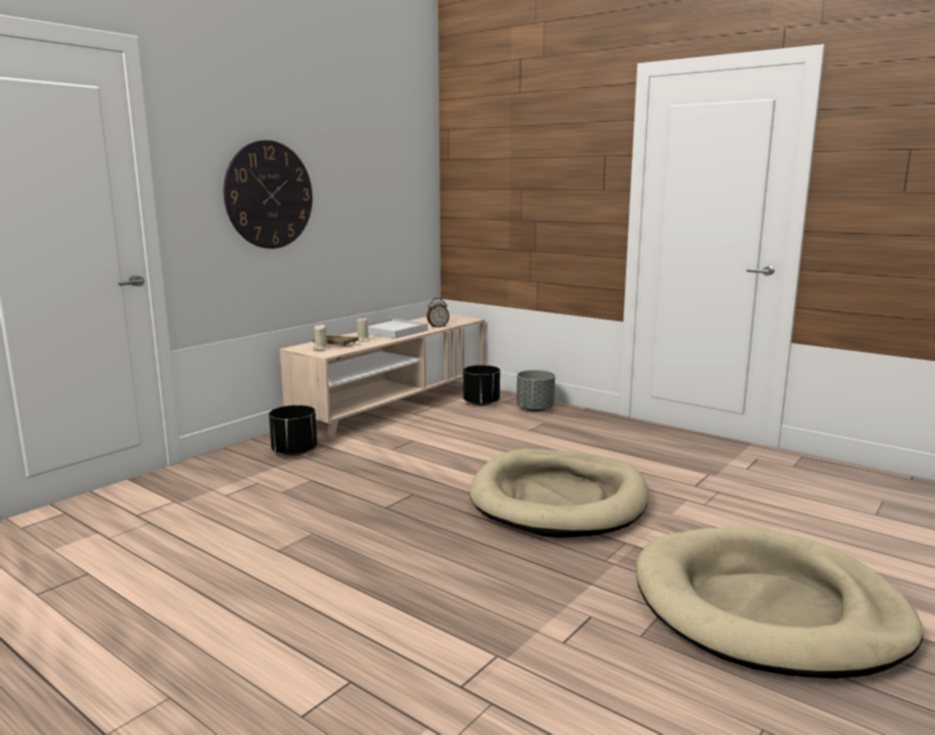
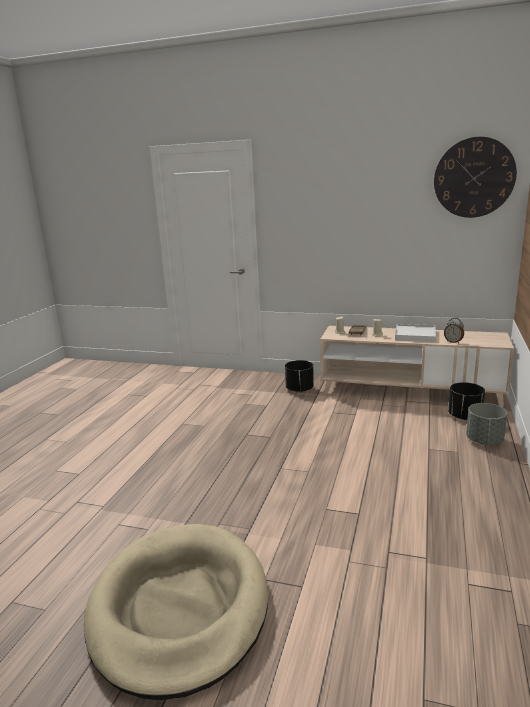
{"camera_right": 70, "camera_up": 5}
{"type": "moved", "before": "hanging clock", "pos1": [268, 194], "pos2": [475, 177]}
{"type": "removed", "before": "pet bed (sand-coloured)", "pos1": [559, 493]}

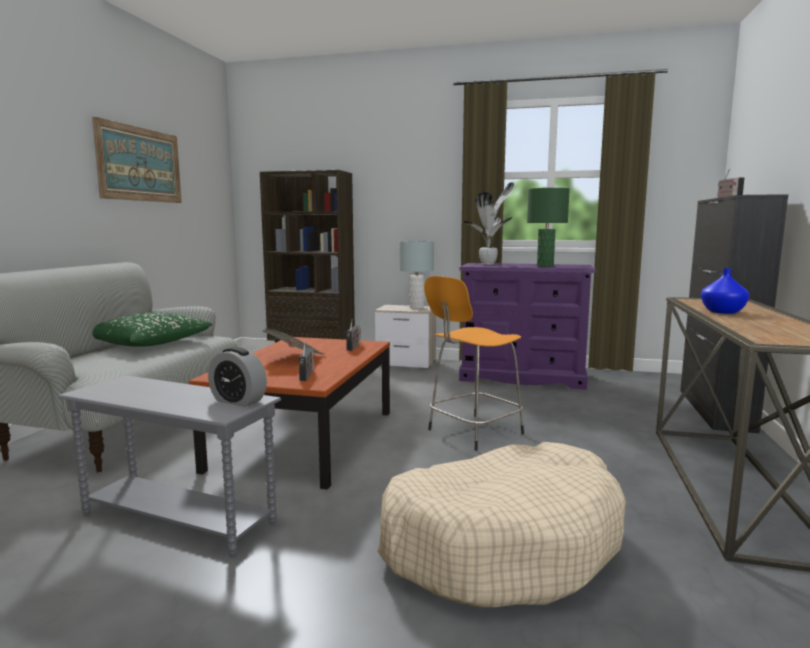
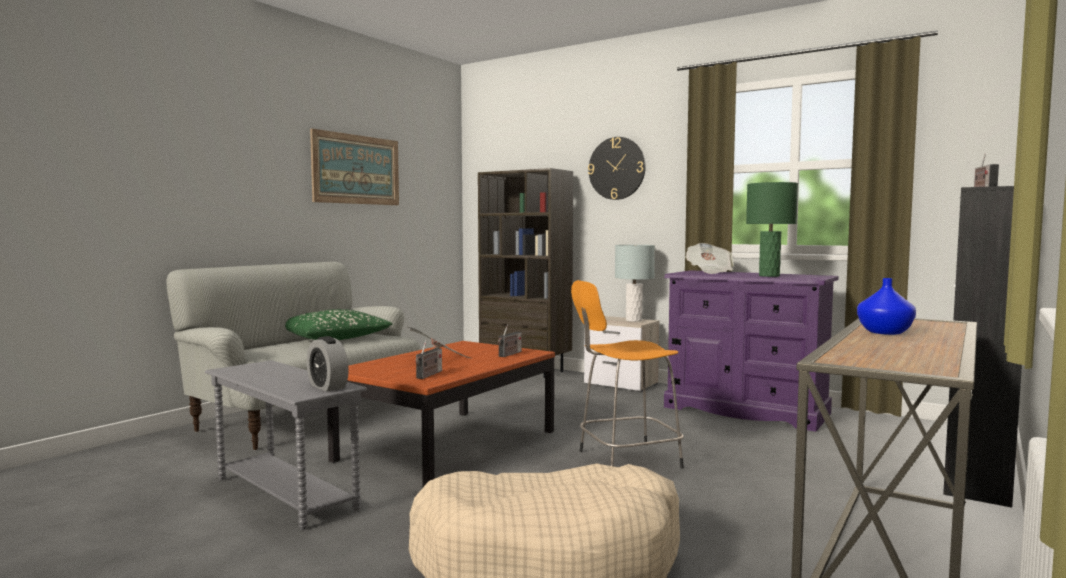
{"camera_right": 20, "camera_up": -5}
{"type": "replaced", "before": "houseplant", "after": "printed paper", "pos1": [488, 223], "pos2": [709, 258]}
{"type": "added", "after": "hanging clock", "pos2": [617, 168]}

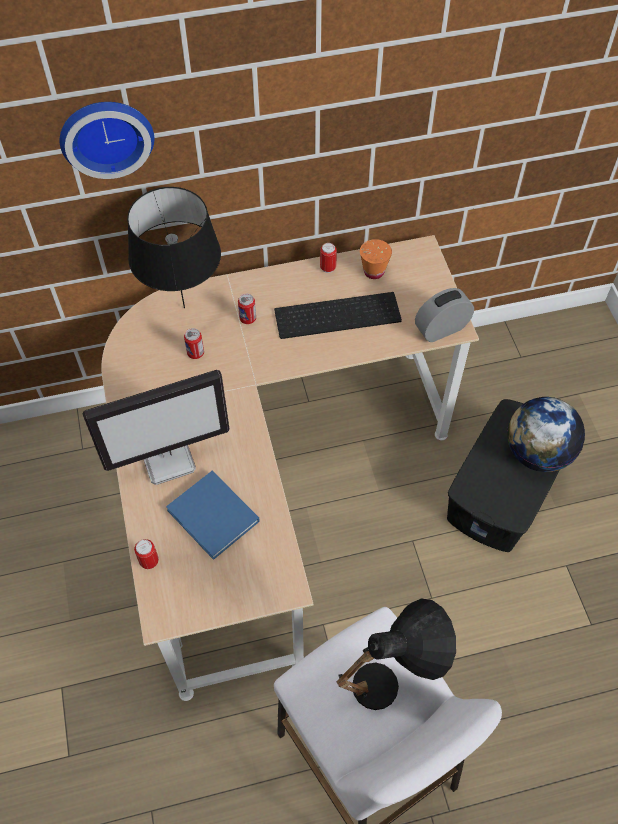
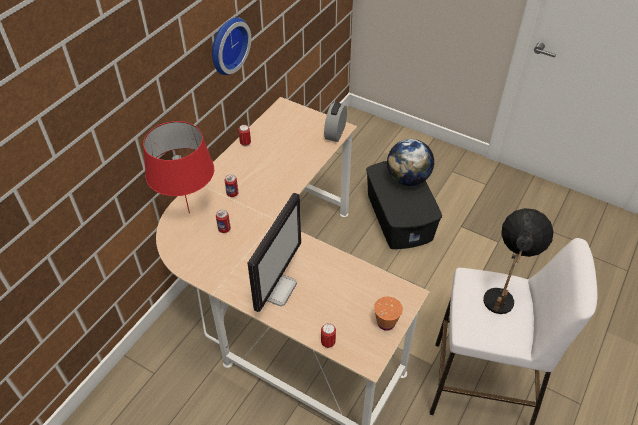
{"camera_right": -45, "camera_up": -10}
{"type": "moved", "before": "hanging clock", "pos1": [107, 140], "pos2": [231, 46]}
{"type": "recoloured", "before": "lamp for a table (black-coloured)", "after": "lamp for a table (red)", "pos1": [174, 247], "pos2": [178, 167]}
{"type": "removed", "before": "book (bluish)", "pos1": [213, 515]}
{"type": "removed", "before": "keyboard", "pos1": [338, 315]}
{"type": "moved", "before": "cup (orangey)", "pos1": [376, 259], "pos2": [388, 314]}

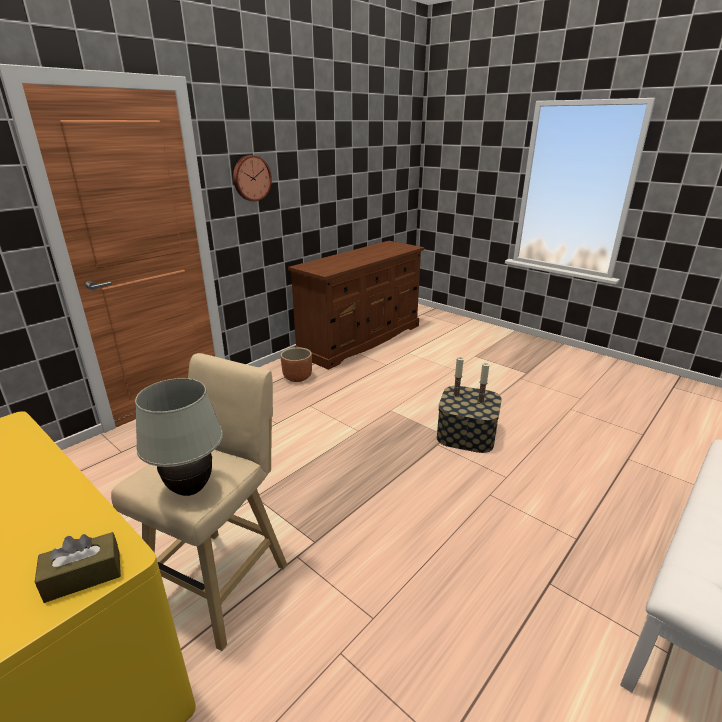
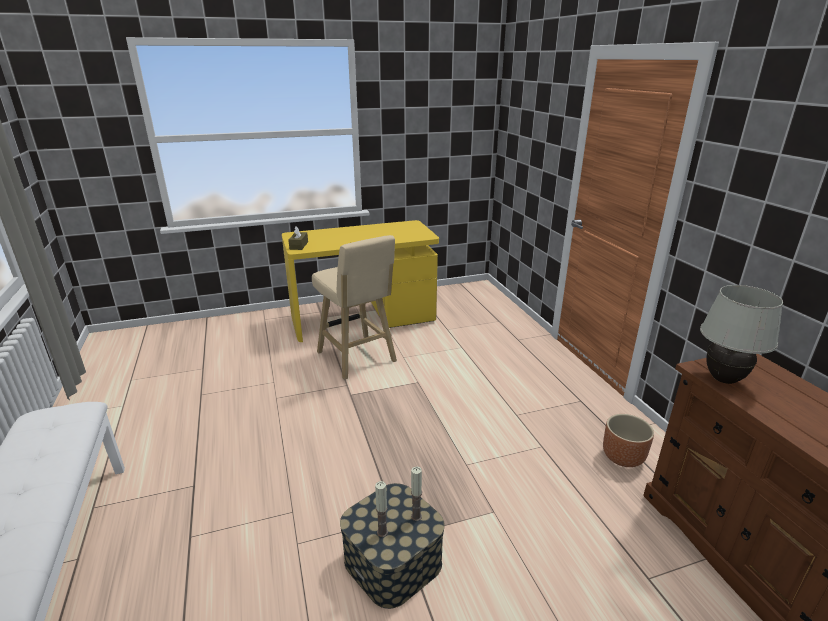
{"camera_right": 120, "camera_up": 0}
{"type": "moved", "before": "lamp for a table (whitish)", "pos1": [179, 437], "pos2": [741, 334]}
{"type": "removed", "before": "hanging clock", "pos1": [252, 178]}

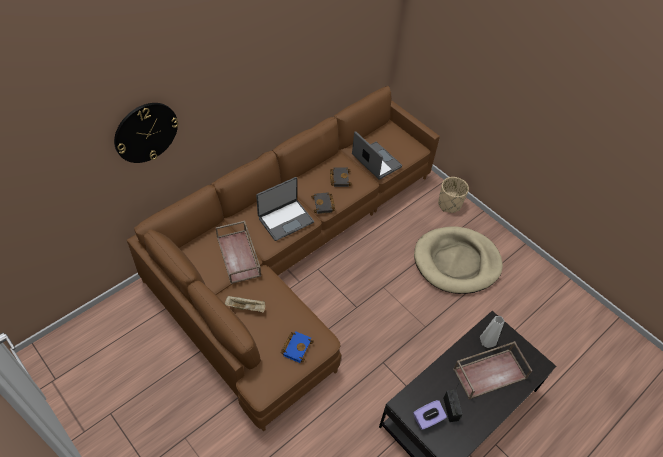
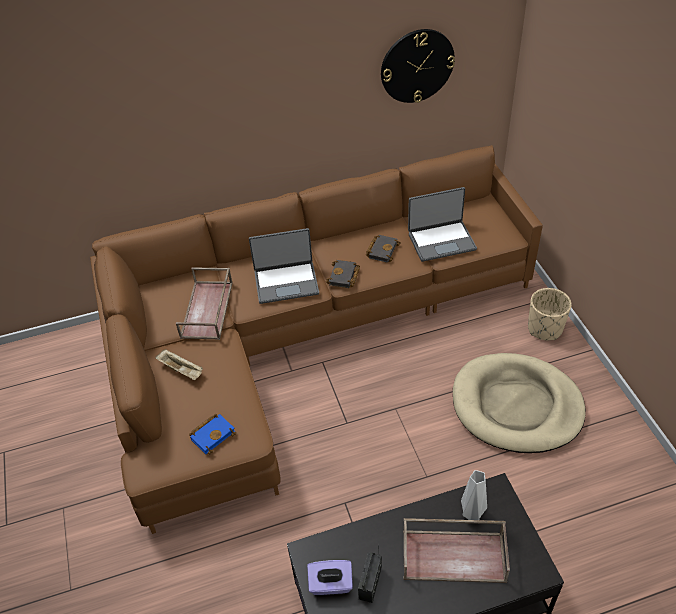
{"camera_right": 30, "camera_up": -5}
{"type": "moved", "before": "hanging clock", "pos1": [146, 133], "pos2": [418, 66]}
{"type": "turned", "before": "laptop", "pos1": [377, 155], "pos2": [442, 224], "turn": 90}

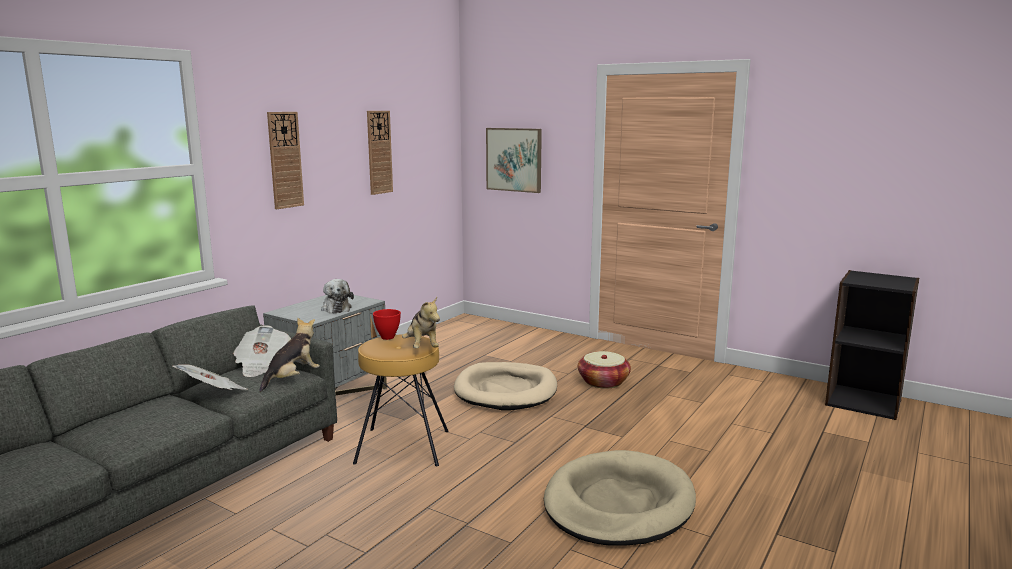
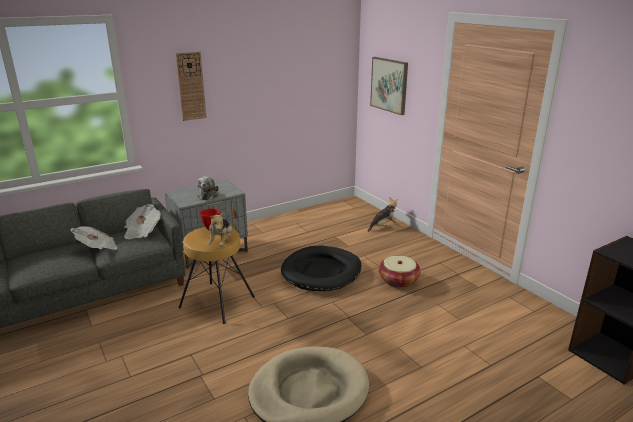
{"camera_right": 25, "camera_up": 10}
{"type": "moved", "before": "plush toy", "pos1": [289, 355], "pos2": [383, 214]}
{"type": "removed", "before": "hanging clock", "pos1": [380, 153]}
{"type": "recoloured", "before": "pet bed (sand-coloured)", "after": "pet bed (black-coloured)", "pos1": [505, 386], "pos2": [321, 268]}

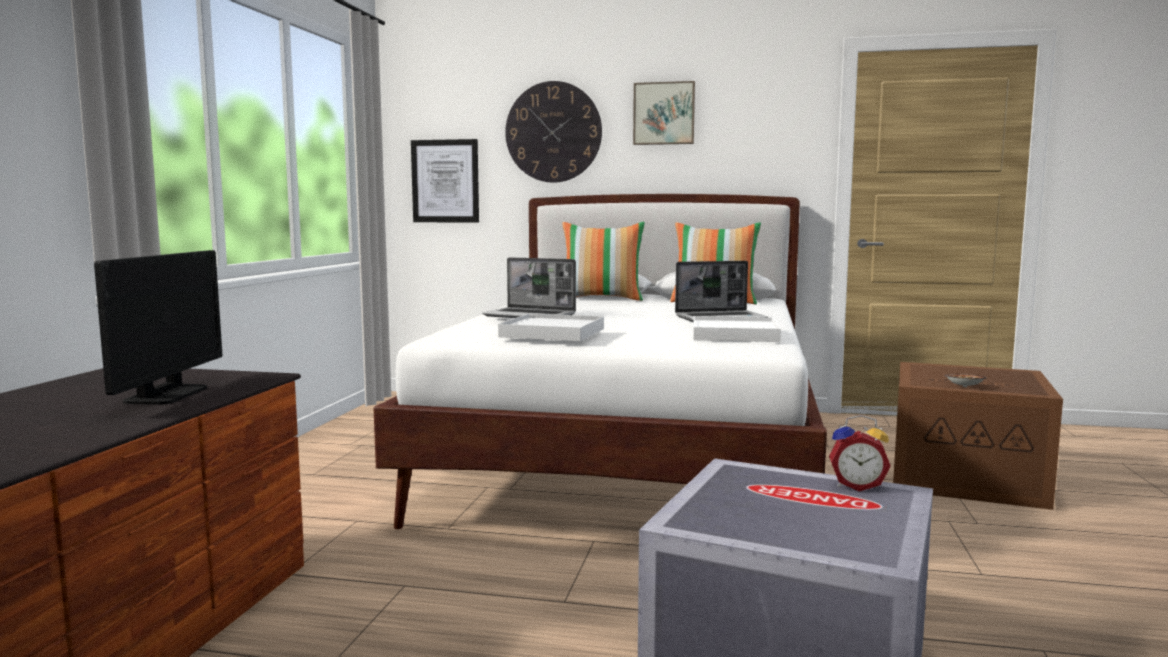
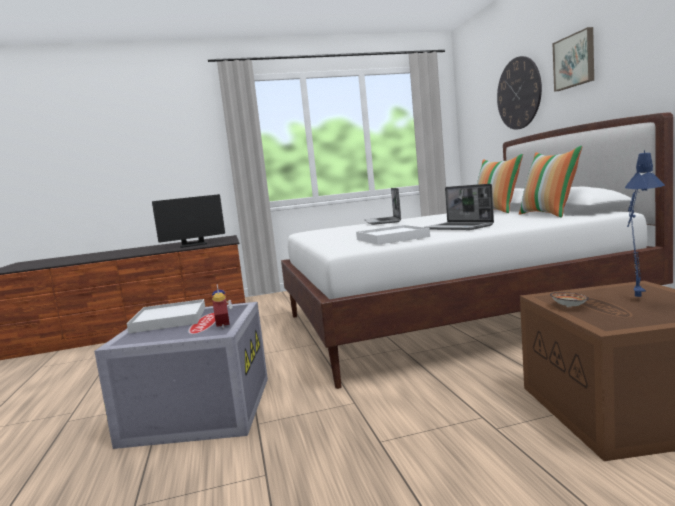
{"camera_right": 65, "camera_up": 0}
{"type": "removed", "before": "wall picture", "pos1": [445, 181]}
{"type": "moved", "before": "tray (whitish)", "pos1": [551, 327], "pos2": [166, 316]}
{"type": "added", "after": "lamp for a table (bluish)", "pos2": [645, 225]}

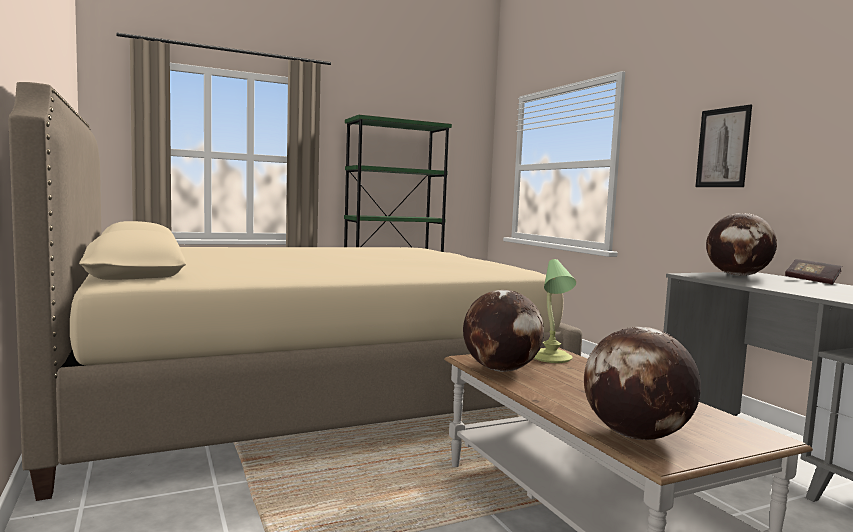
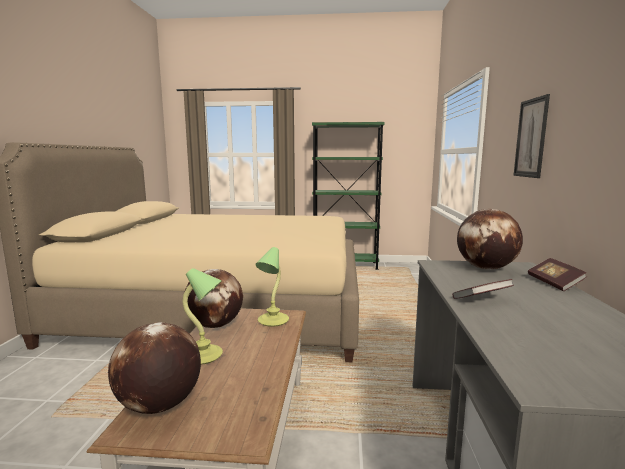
{"camera_right": 30, "camera_up": 5}
{"type": "added", "after": "lamp for a table", "pos2": [202, 316]}
{"type": "added", "after": "book", "pos2": [483, 289]}

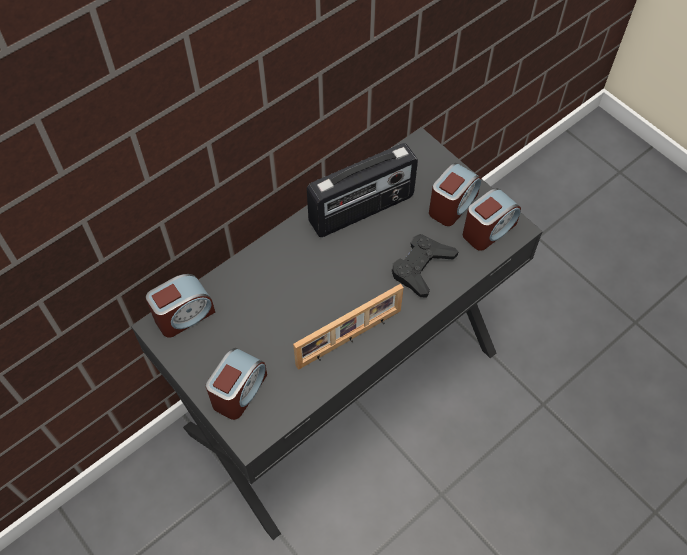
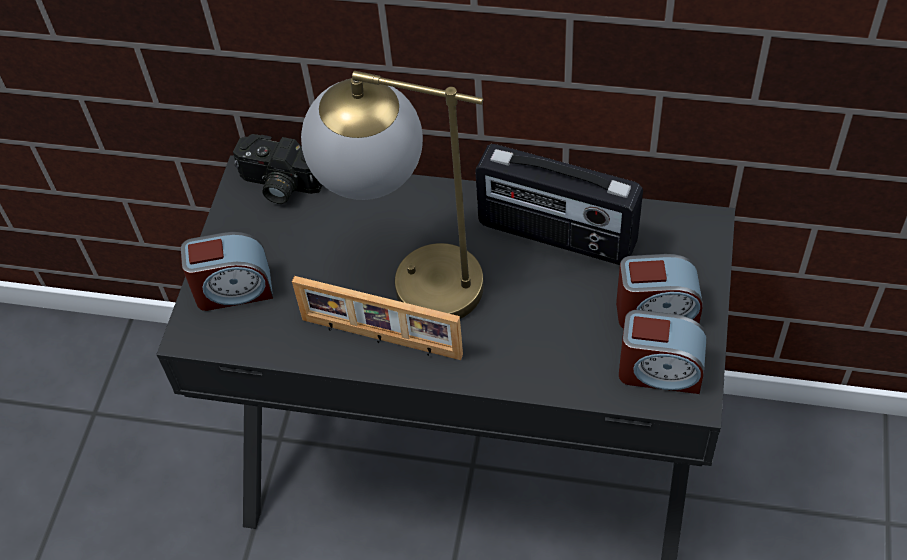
{"camera_right": 55, "camera_up": -5}
{"type": "replaced", "before": "table clock", "after": "still camera", "pos1": [180, 306], "pos2": [278, 169]}
{"type": "removed", "before": "joypad (black-coloured)", "pos1": [425, 265]}
{"type": "added", "after": "lamp for a table", "pos2": [392, 195]}

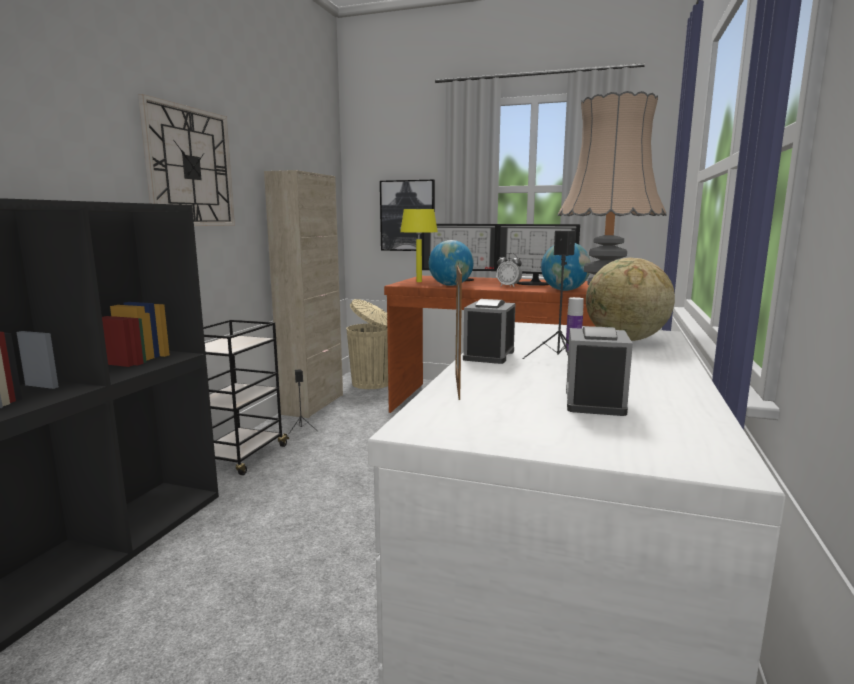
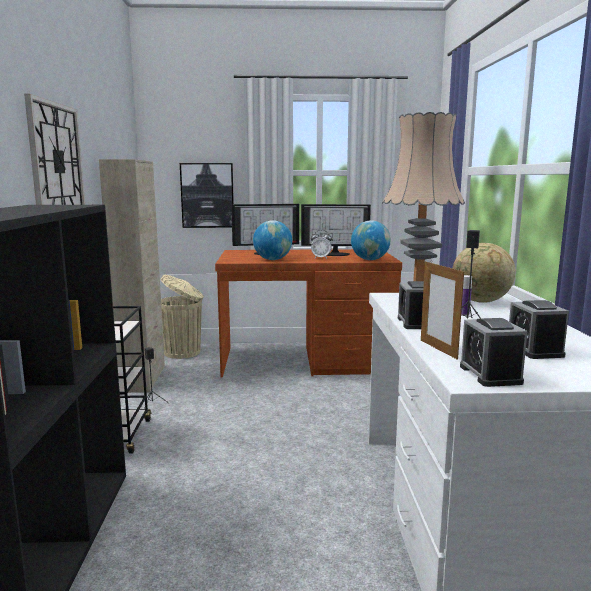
{"camera_right": -20, "camera_up": 0}
{"type": "removed", "before": "lamp for a table (yellow-coloured)", "pos1": [419, 245]}
{"type": "added", "after": "table clock", "pos2": [493, 352]}

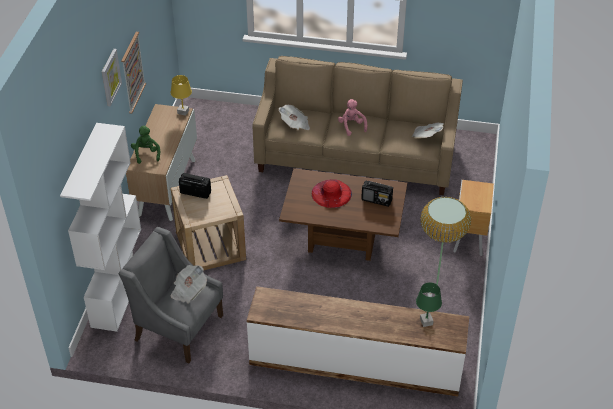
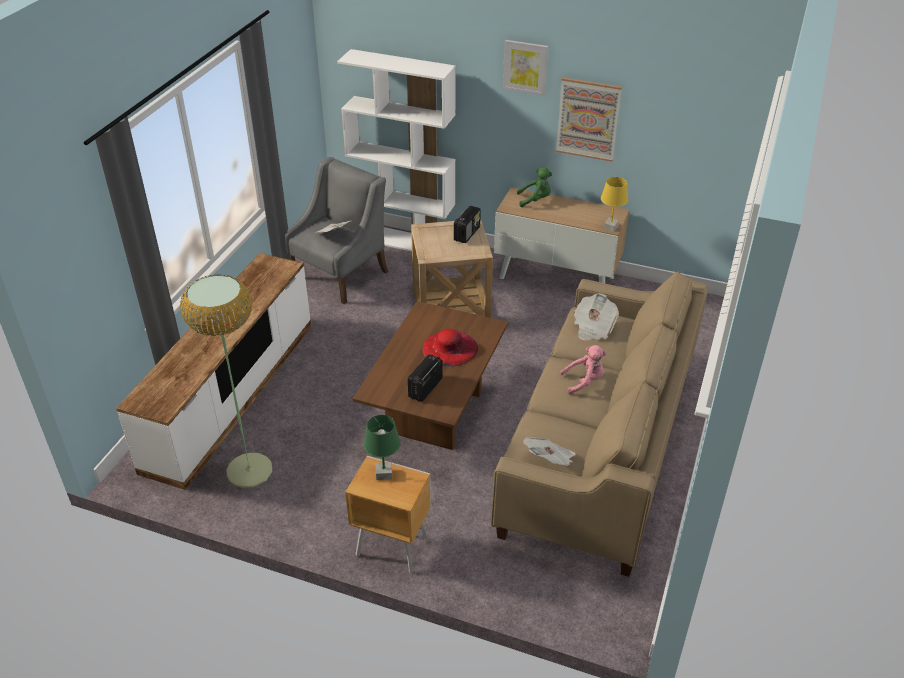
{"camera_right": 100, "camera_up": -5}
{"type": "moved", "before": "lamp for a table (green-coloured)", "pos1": [429, 304], "pos2": [382, 447]}

